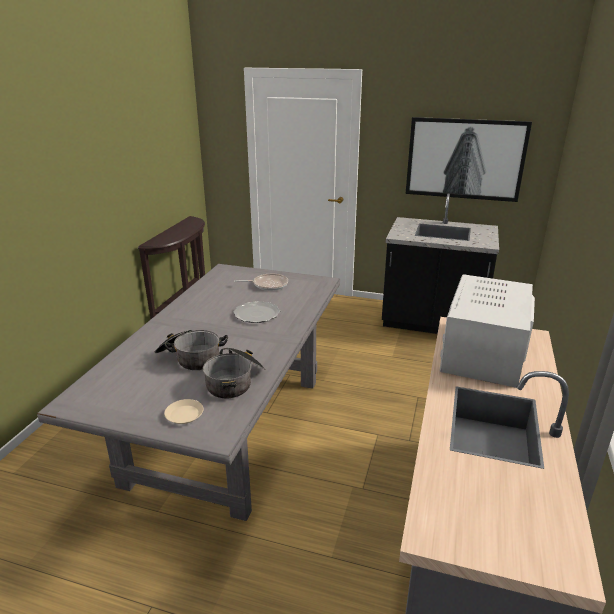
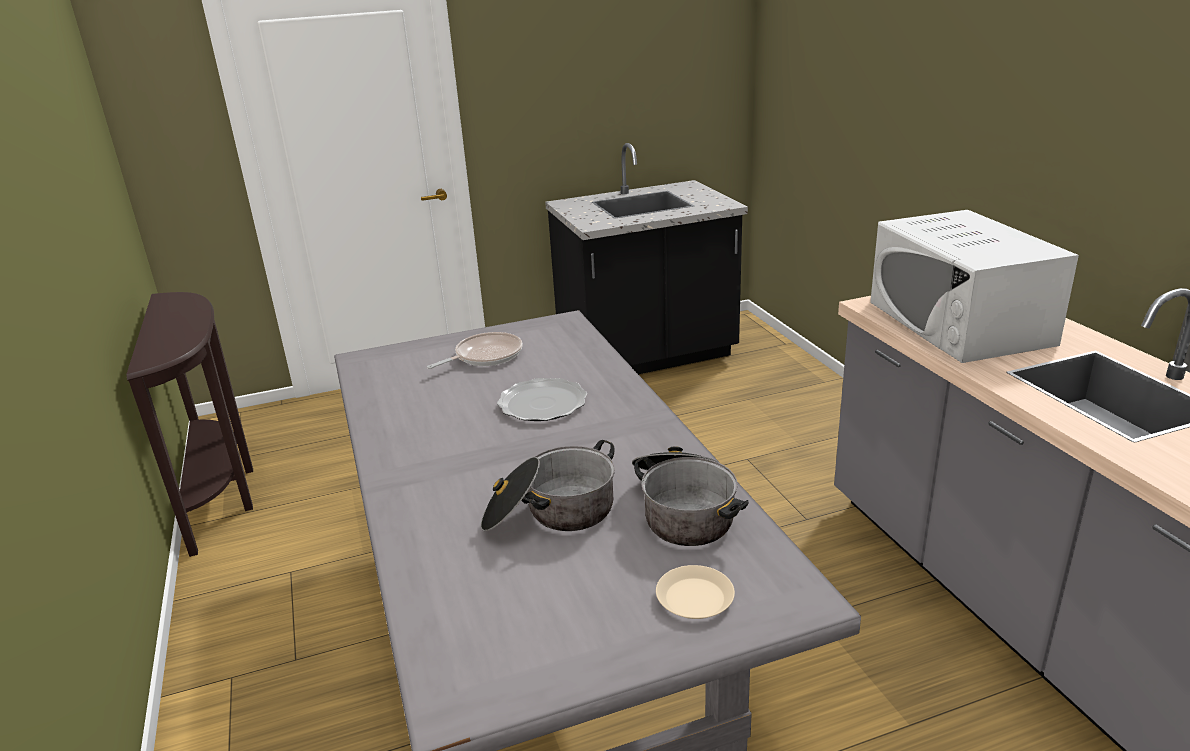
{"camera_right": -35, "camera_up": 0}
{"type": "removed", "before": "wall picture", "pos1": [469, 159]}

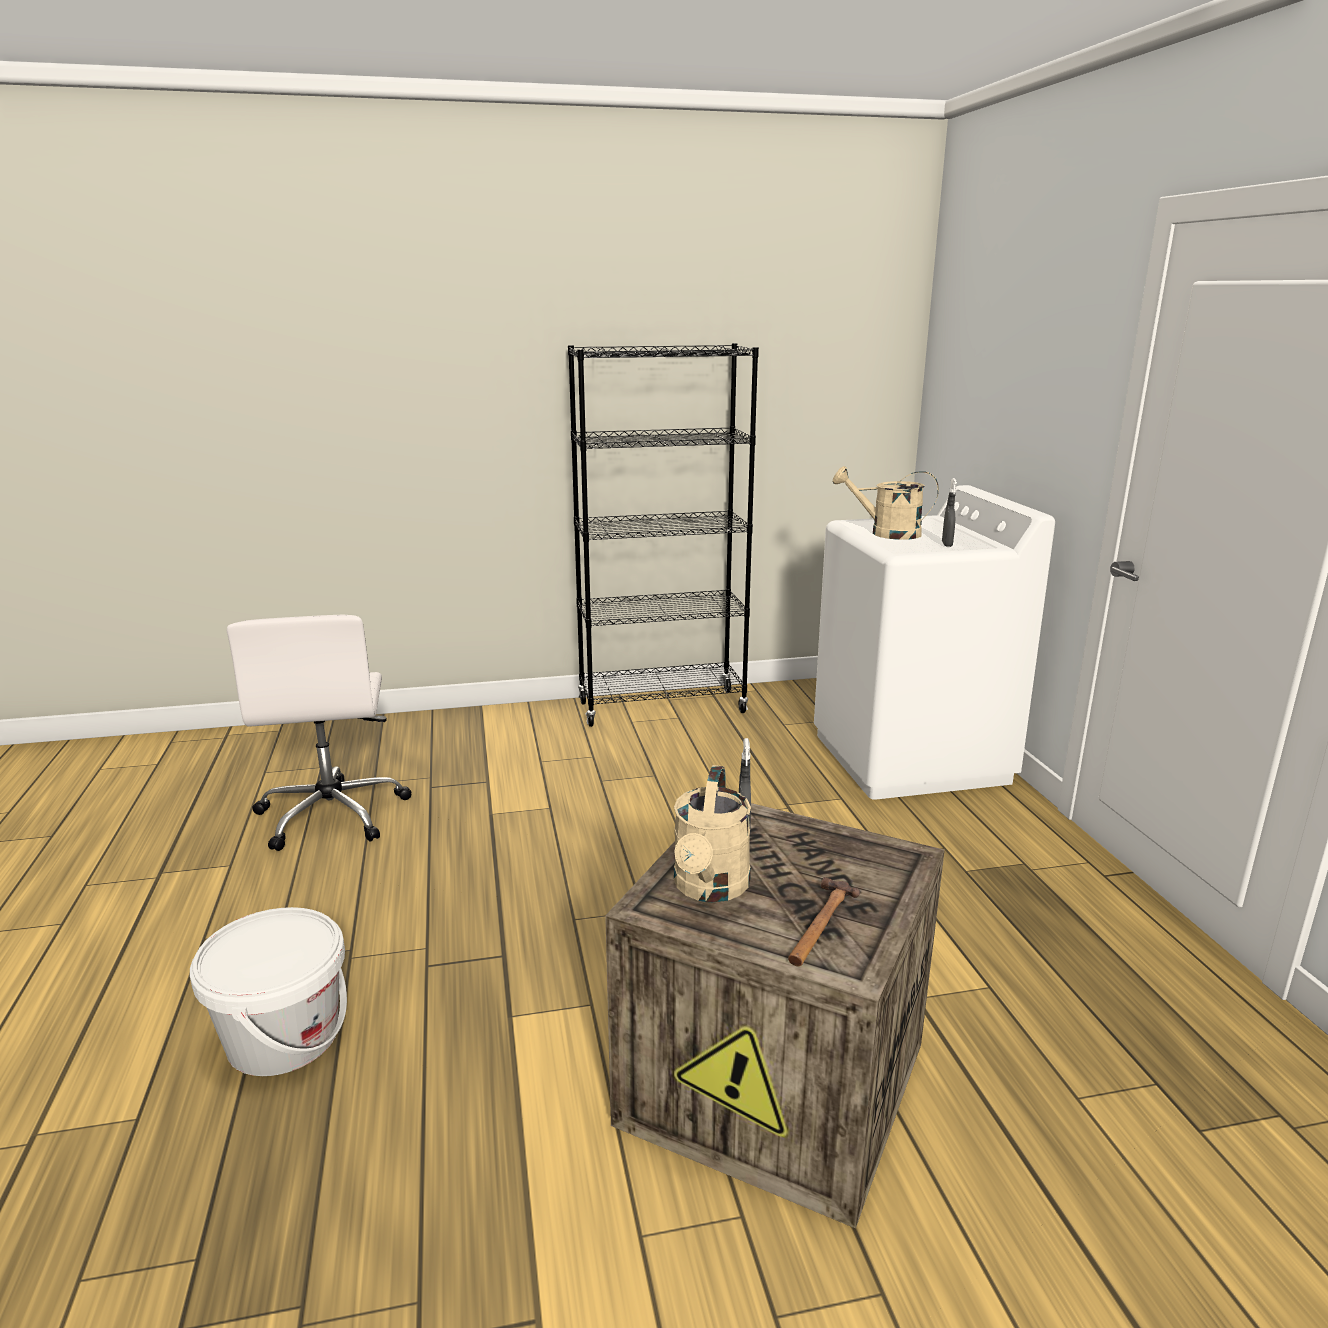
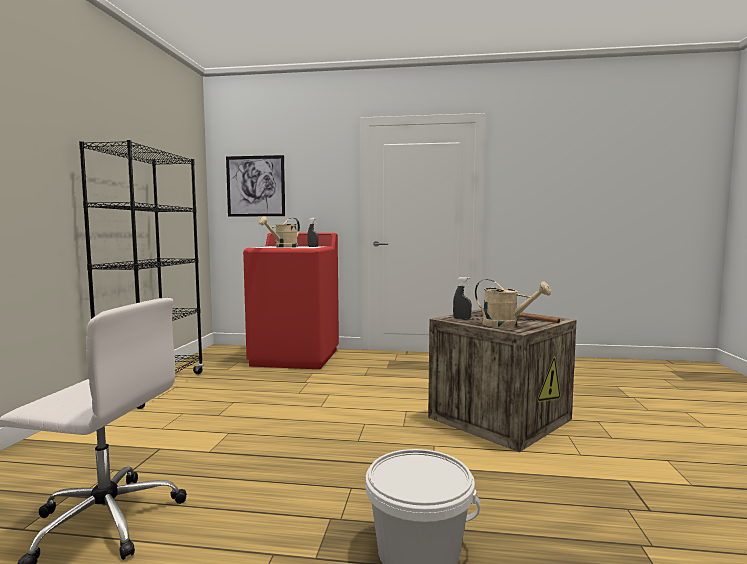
{"camera_right": -70, "camera_up": -15}
{"type": "recoloured", "before": "laundry appliance (whitish)", "after": "laundry appliance (red)", "pos1": [934, 642], "pos2": [291, 301]}
{"type": "added", "after": "wall picture", "pos2": [255, 186]}

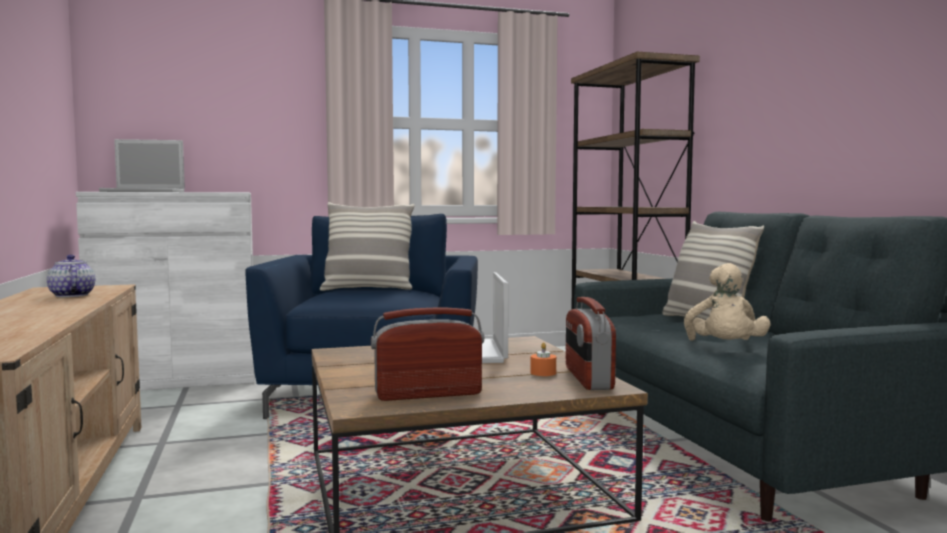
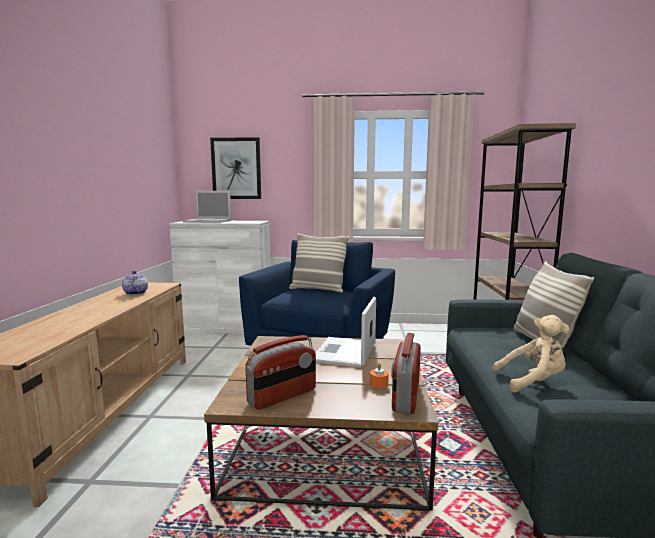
{"camera_right": 20, "camera_up": 5}
{"type": "turned", "before": "radio set", "pos1": [427, 354], "pos2": [280, 372], "turn": 135}
{"type": "turned", "before": "plush toy (sand-coloured)", "pos1": [727, 302], "pos2": [531, 354], "turn": -120}
{"type": "added", "after": "wall picture", "pos2": [235, 168]}

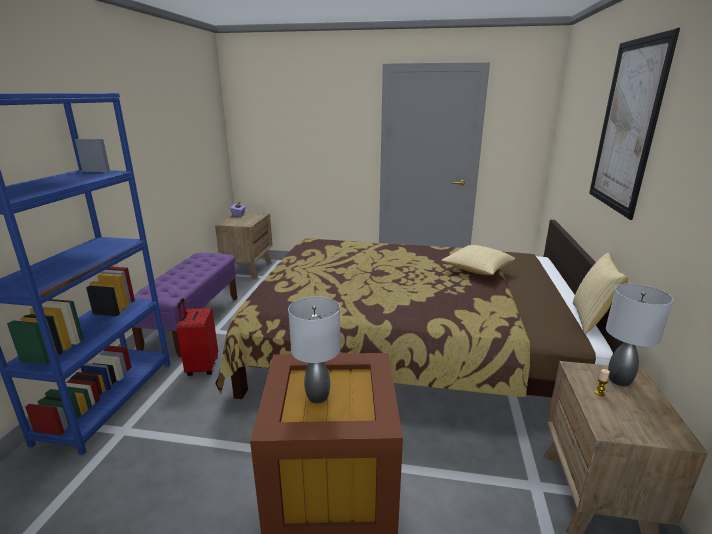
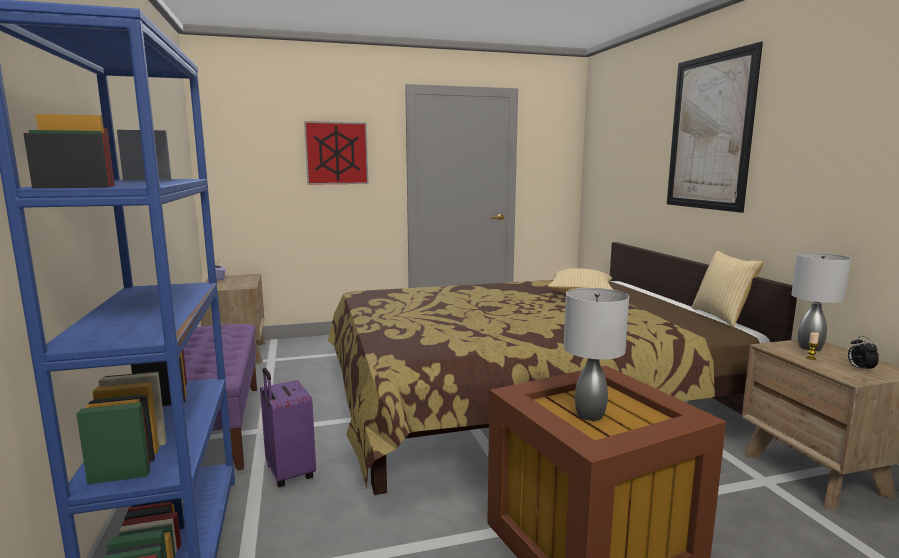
{"camera_right": -25, "camera_up": -10}
{"type": "recoloured", "before": "travel case (red)", "after": "travel case (purple-coloured)", "pos1": [197, 337], "pos2": [288, 427]}
{"type": "added", "after": "wall picture", "pos2": [336, 153]}
{"type": "added", "after": "table clock", "pos2": [863, 354]}

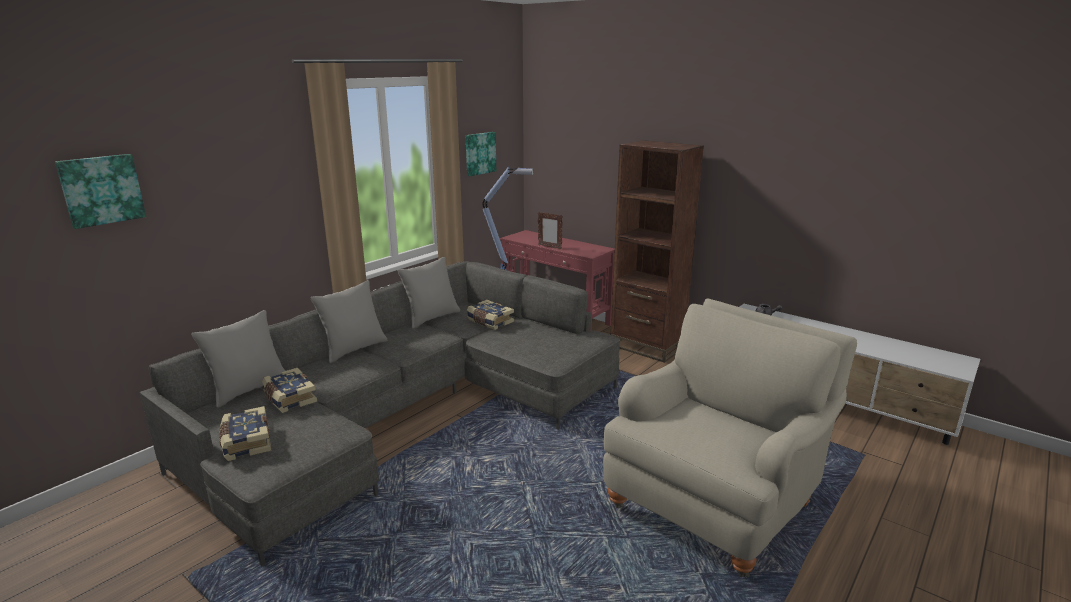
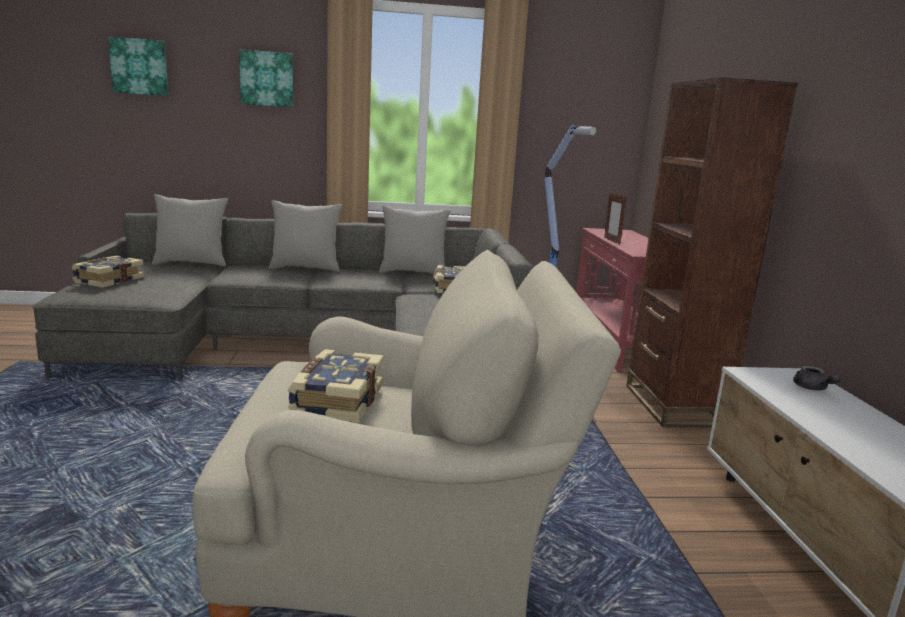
{"camera_right": 45, "camera_up": -5}
{"type": "moved", "before": "book", "pos1": [289, 390], "pos2": [336, 386]}
{"type": "moved", "before": "wall picture", "pos1": [481, 154], "pos2": [266, 78]}

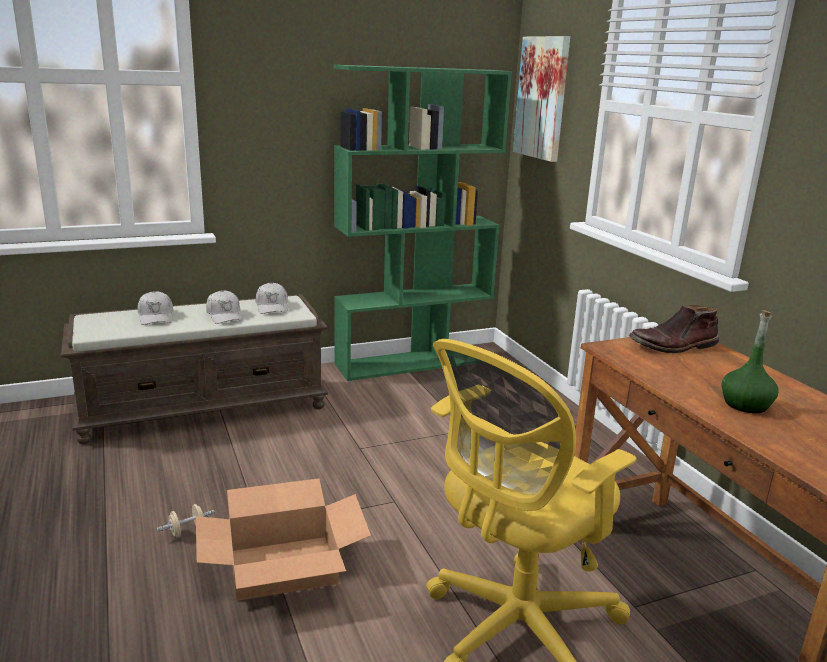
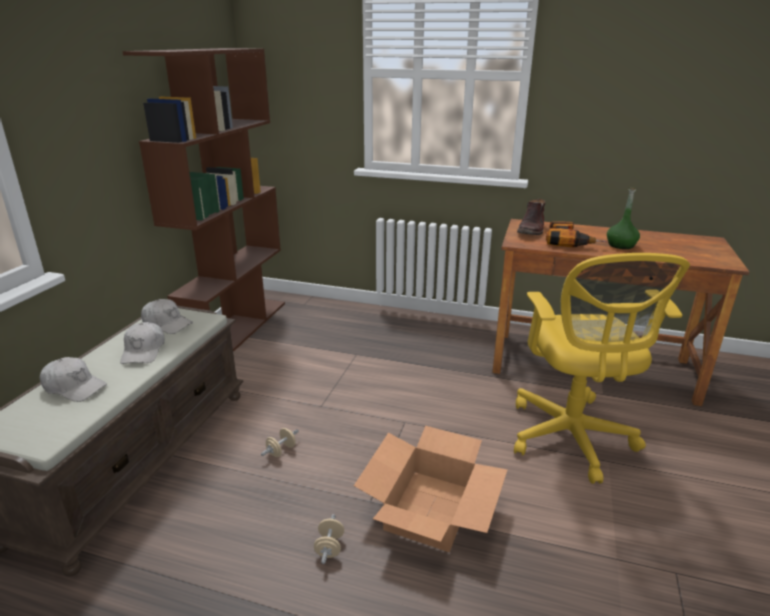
{"camera_right": -50, "camera_up": 5}
{"type": "turned", "before": "peaked cap (whitish)", "pos1": [225, 307], "pos2": [142, 343], "turn": 75}
{"type": "recoloured", "before": "bookcase (green-coloured)", "after": "bookcase (brownish)", "pos1": [423, 223], "pos2": [203, 200]}
{"type": "removed", "before": "wall picture", "pos1": [541, 99]}
{"type": "added", "after": "hand weight (sand-coloured)", "pos2": [280, 442]}
{"type": "added", "after": "drill", "pos2": [576, 234]}

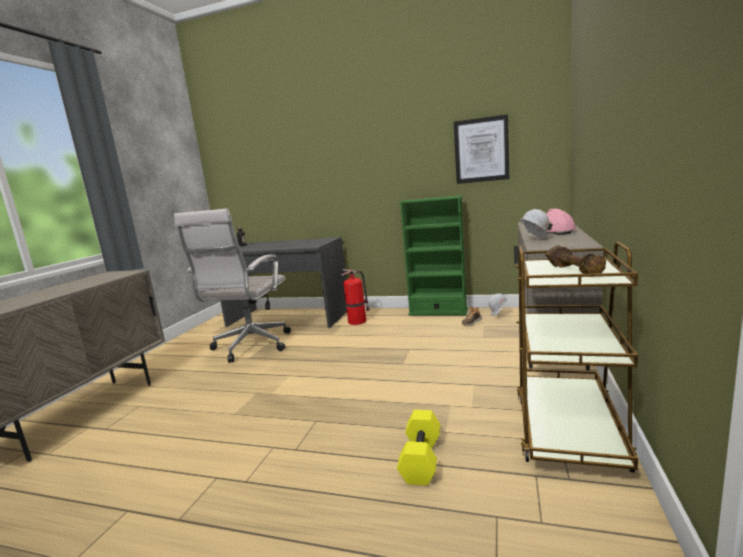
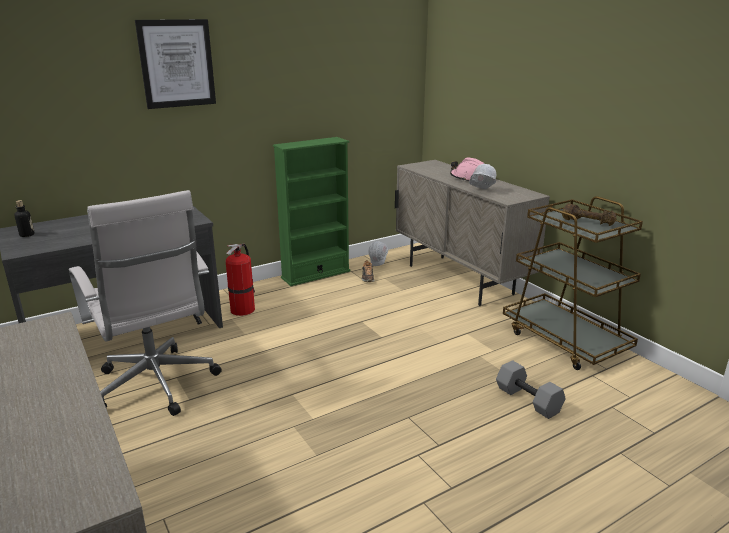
{"camera_right": -50, "camera_up": 10}
{"type": "recoloured", "before": "hand weight (yellow-coloured)", "after": "hand weight (gray)", "pos1": [419, 448], "pos2": [531, 389]}
{"type": "moved", "before": "wall picture", "pos1": [481, 149], "pos2": [175, 64]}

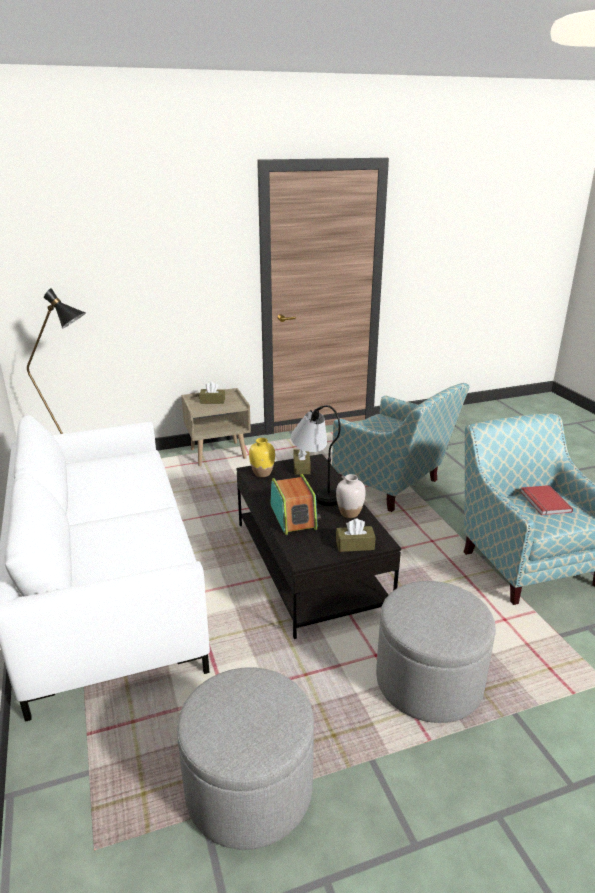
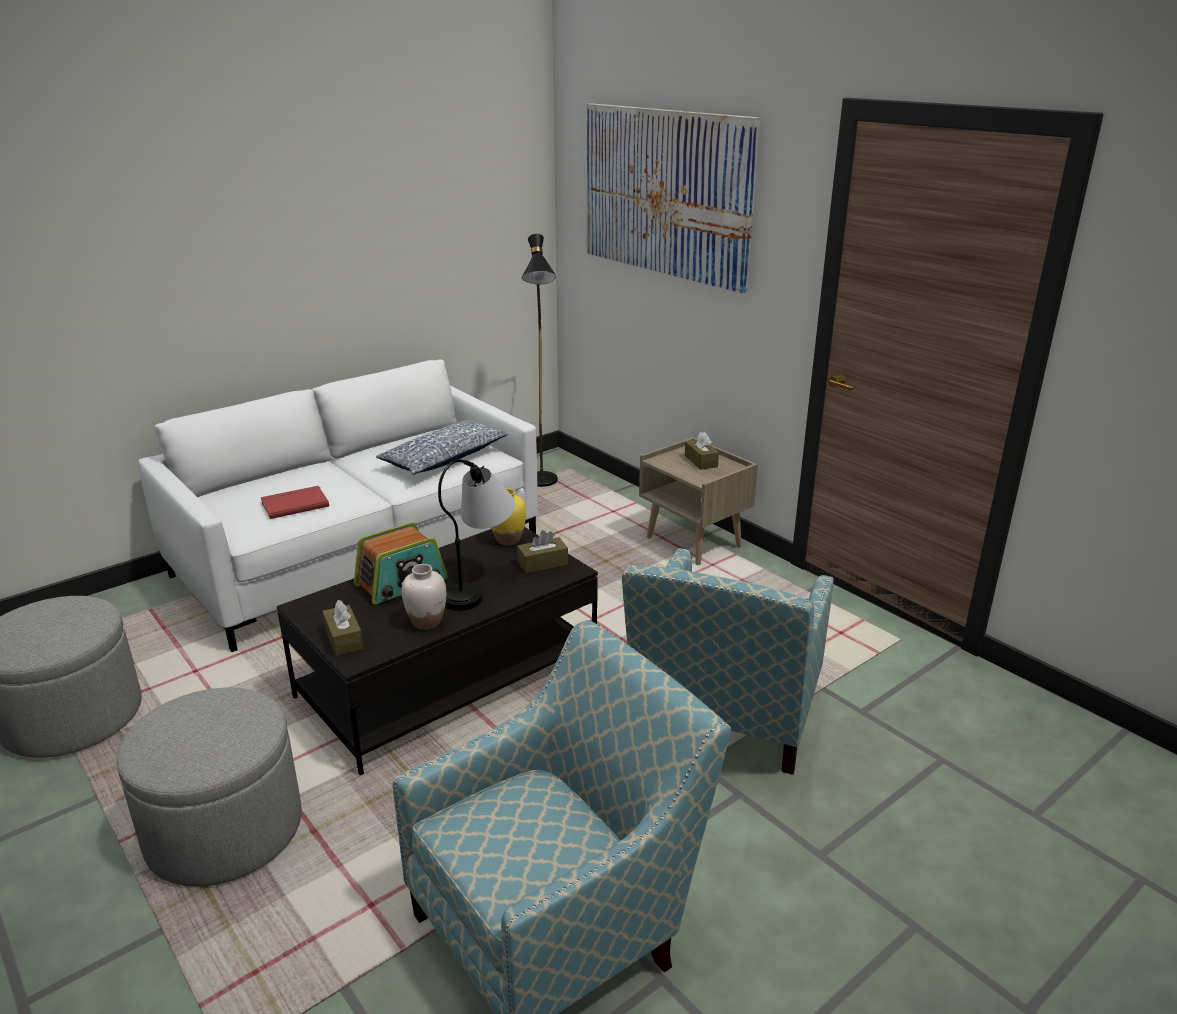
{"camera_right": 70, "camera_up": 0}
{"type": "moved", "before": "book (red)", "pos1": [546, 500], "pos2": [295, 502]}
{"type": "added", "after": "throw pillow", "pos2": [441, 447]}
{"type": "added", "after": "wall picture", "pos2": [673, 198]}

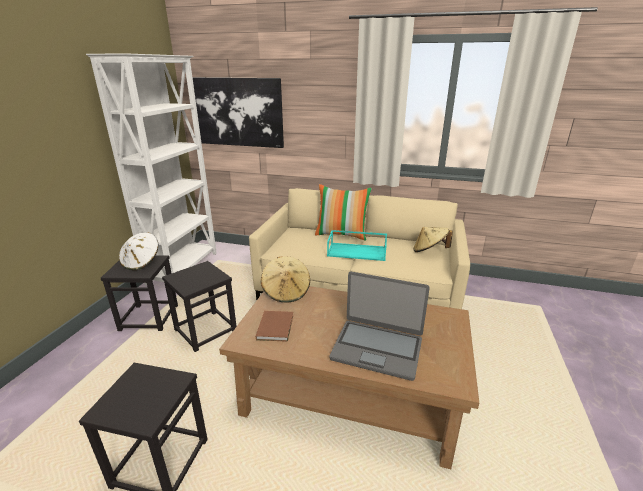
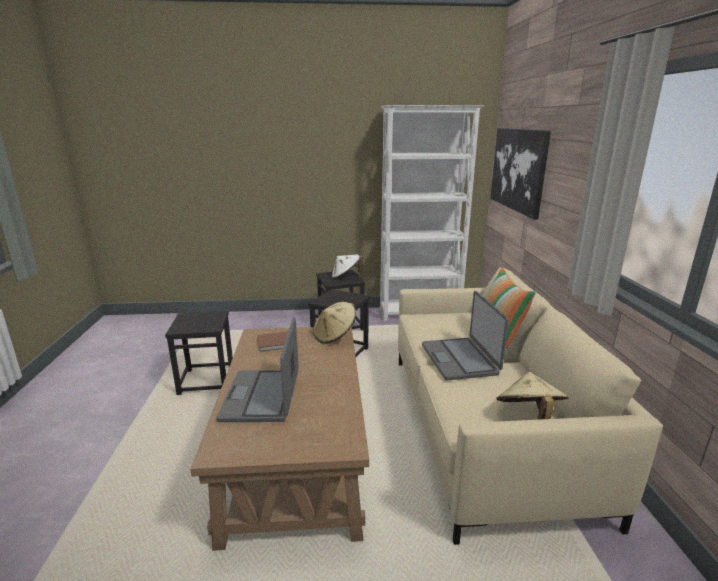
{"camera_right": 70, "camera_up": -5}
{"type": "replaced", "before": "tray (turquoise-coloured)", "after": "laptop", "pos1": [357, 245], "pos2": [465, 335]}

